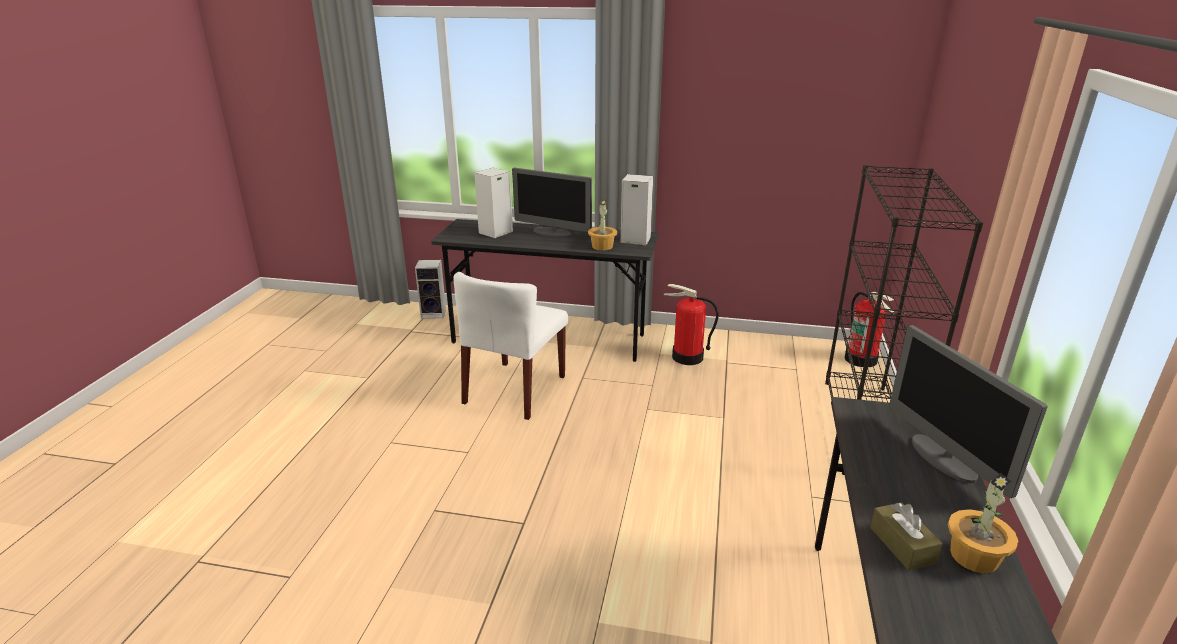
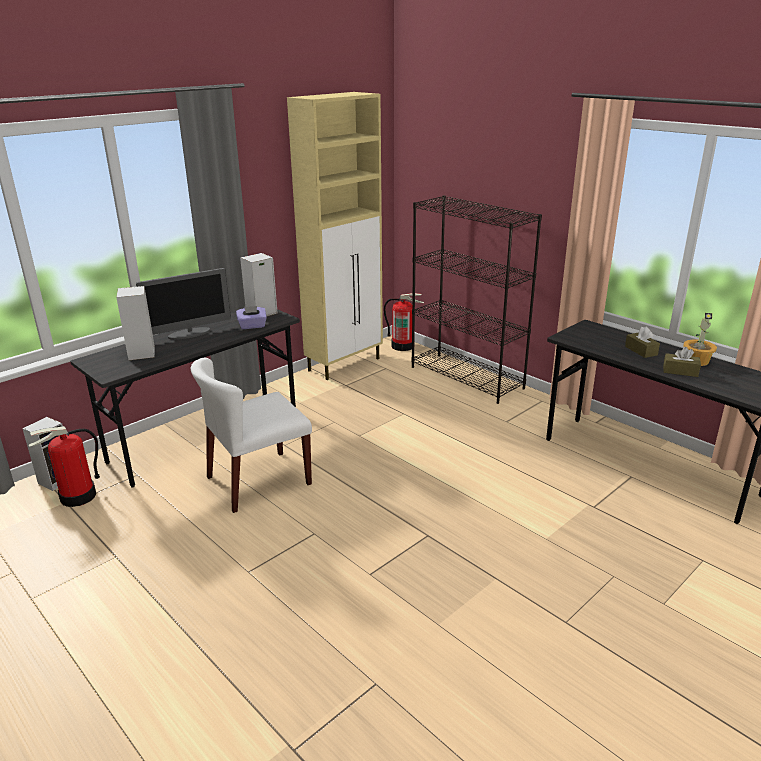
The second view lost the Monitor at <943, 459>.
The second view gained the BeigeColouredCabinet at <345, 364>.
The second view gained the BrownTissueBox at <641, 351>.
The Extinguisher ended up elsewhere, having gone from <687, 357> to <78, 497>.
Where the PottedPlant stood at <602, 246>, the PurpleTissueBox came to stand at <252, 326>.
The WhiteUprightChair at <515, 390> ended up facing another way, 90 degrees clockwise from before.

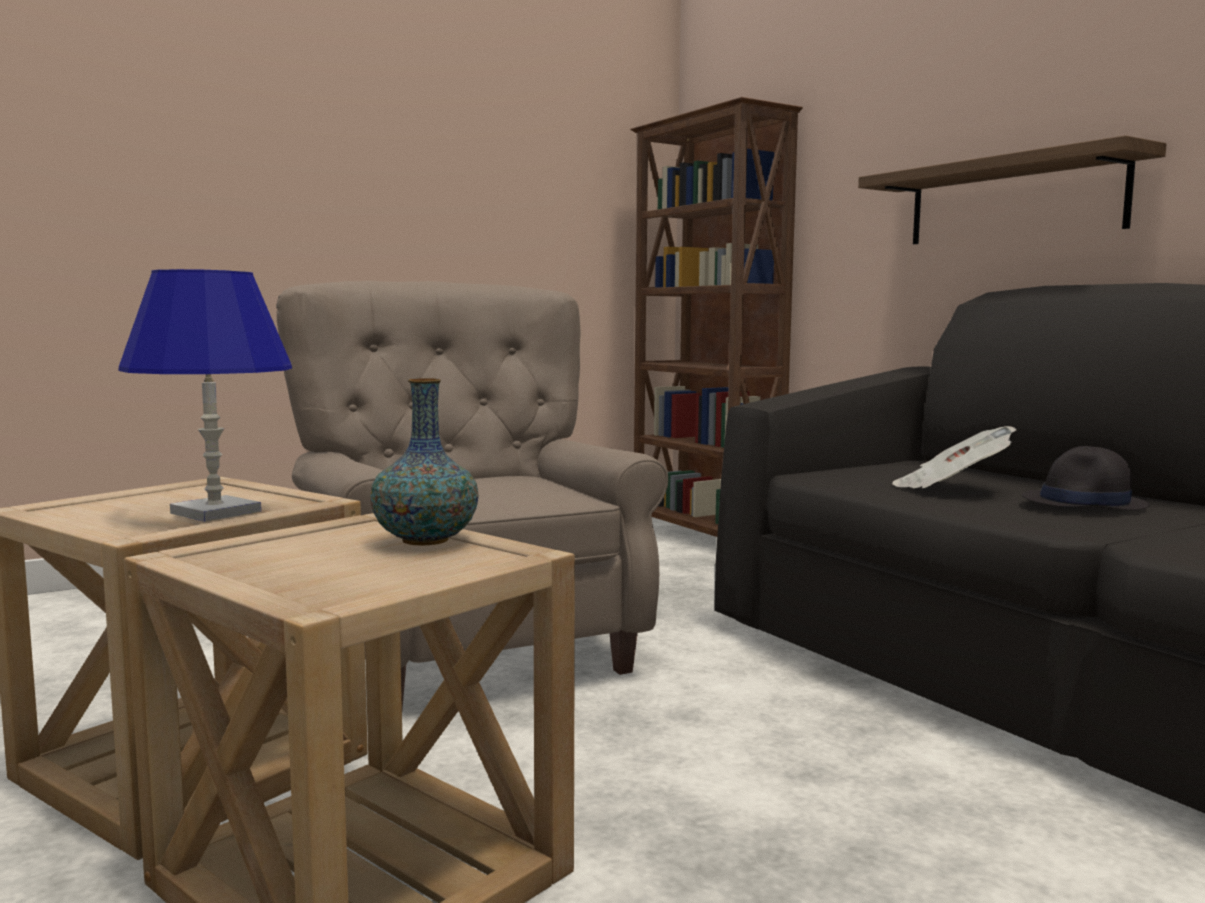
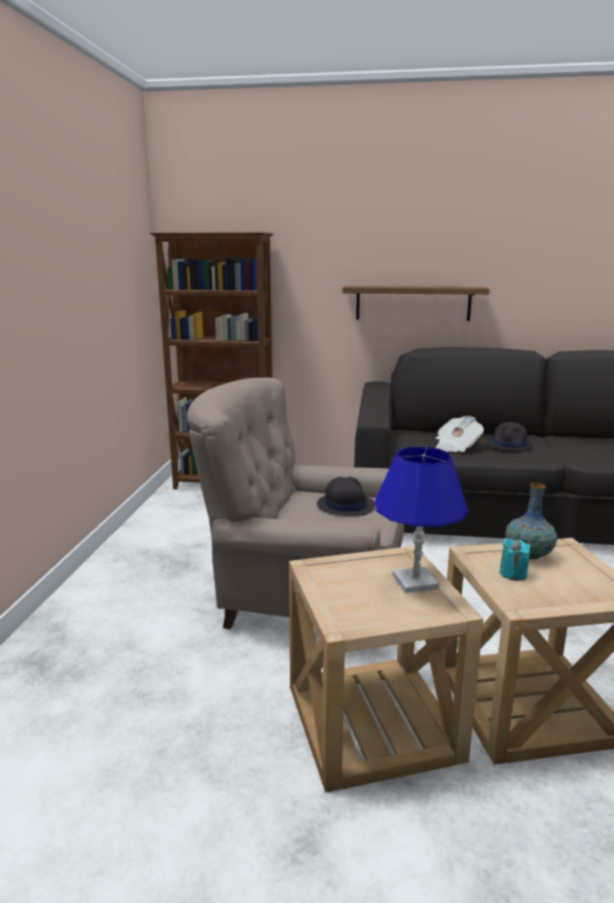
The second view gained the BlackWearableHat at <345, 505>.
The second view gained the TurquoiseColouredWaxCandle at <513, 574>.

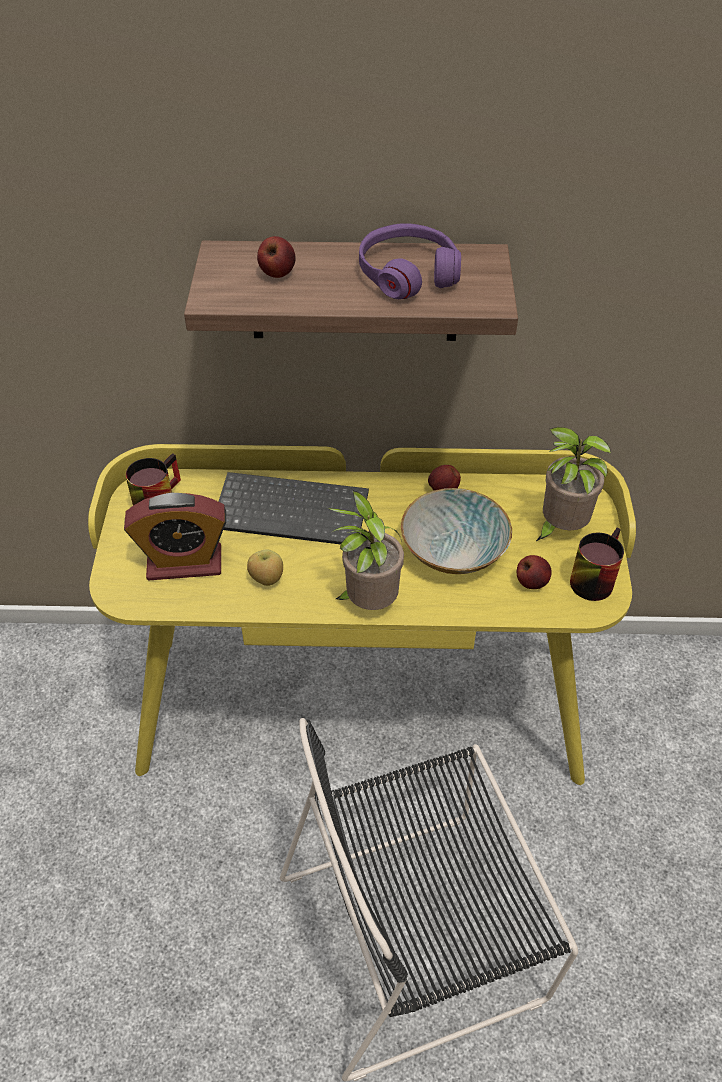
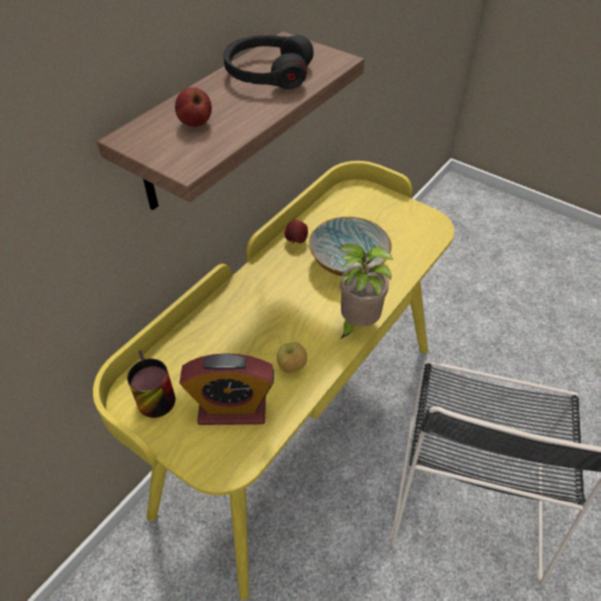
The second view lost the Keyboard at <293, 510>.
The second view lost the WholeApple at <531, 582>.
The second view lost the PottedPlant at <560, 528>.
The second view lost the TeaMug at <591, 576>.
What was the PurplePairOfHeadphones at <407, 273> turned into the BlackPairOfHeadphones at <268, 74>.
The TableClock at <184, 563> ended up facing another way, 60 degrees clockwise from before.

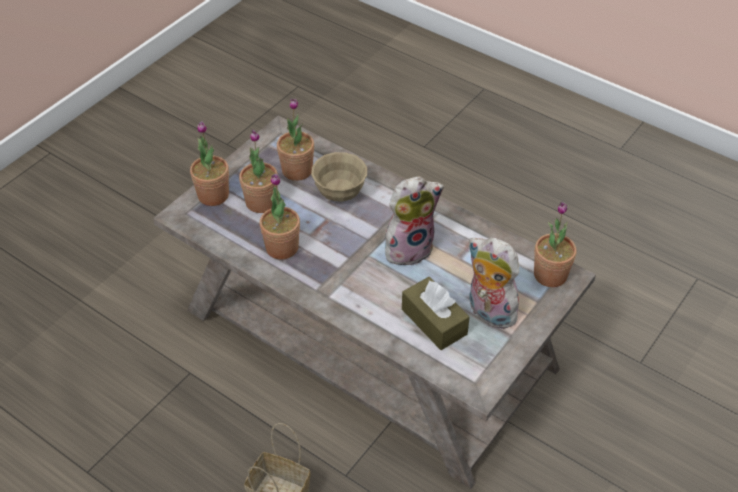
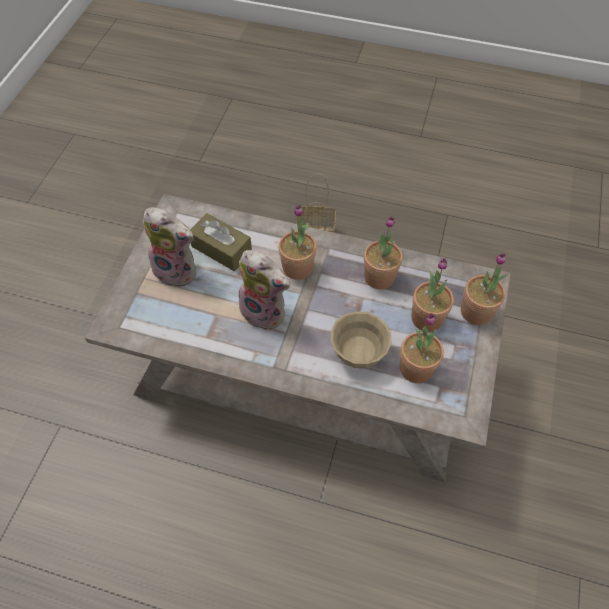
The PottedPlant ended up elsewhere, having gone from <550, 275> to <297, 267>.
The PlushToy at <409, 248> ended up facing another way, 105 degrees counterclockwise from before.

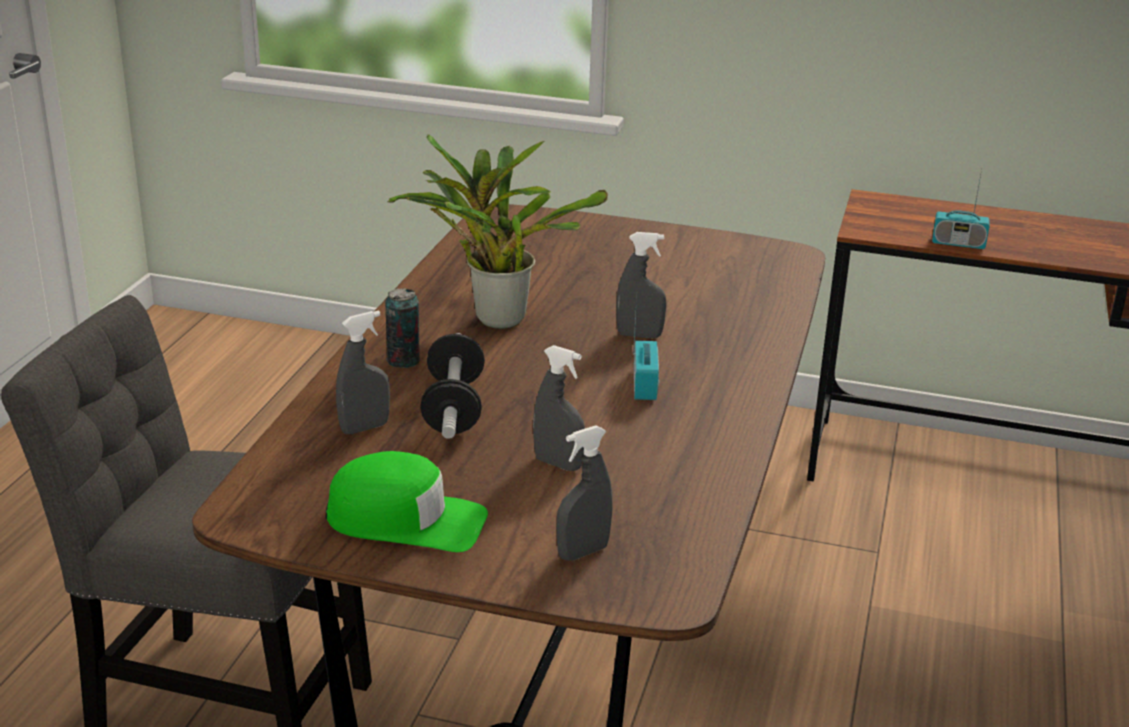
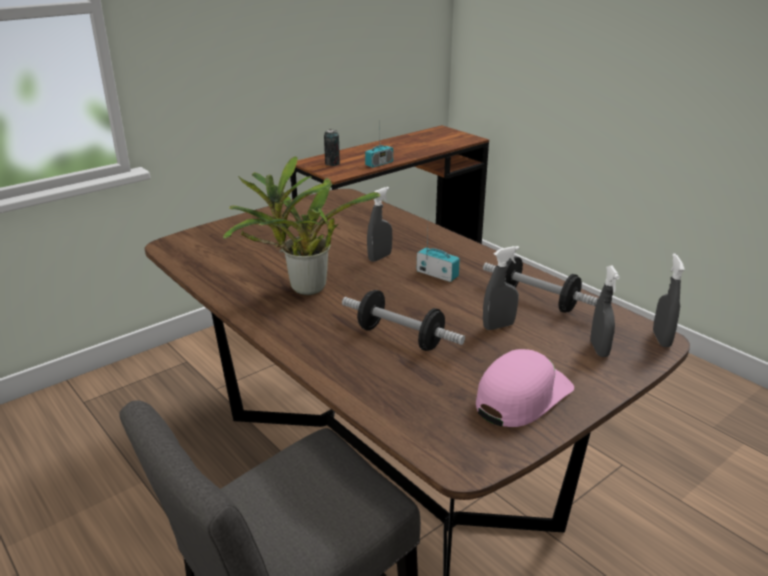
The second view gained the FreeWeight at <537, 301>.
The GreySprayBottle ended up elsewhere, having gone from <364, 428> to <661, 339>.
The Can ended up elsewhere, having gone from <403, 361> to <332, 164>.
What was the GreenBaseballCap at <406, 520> turned into the PinkishBaseballCap at <522, 396>.

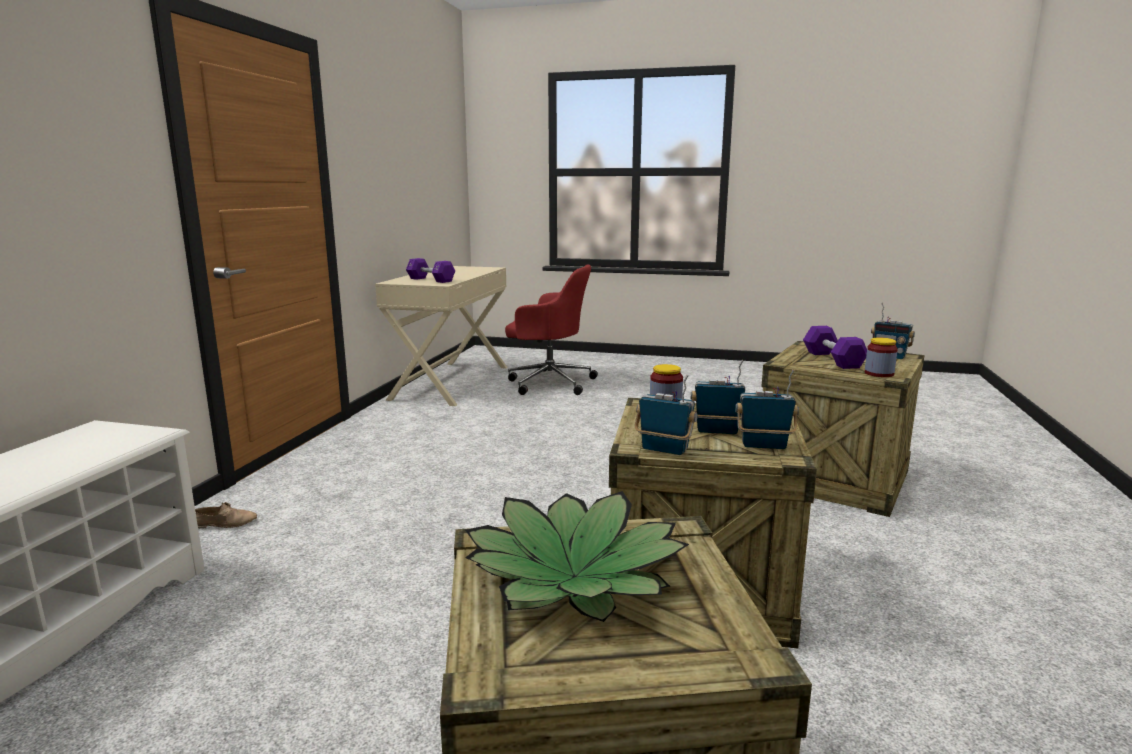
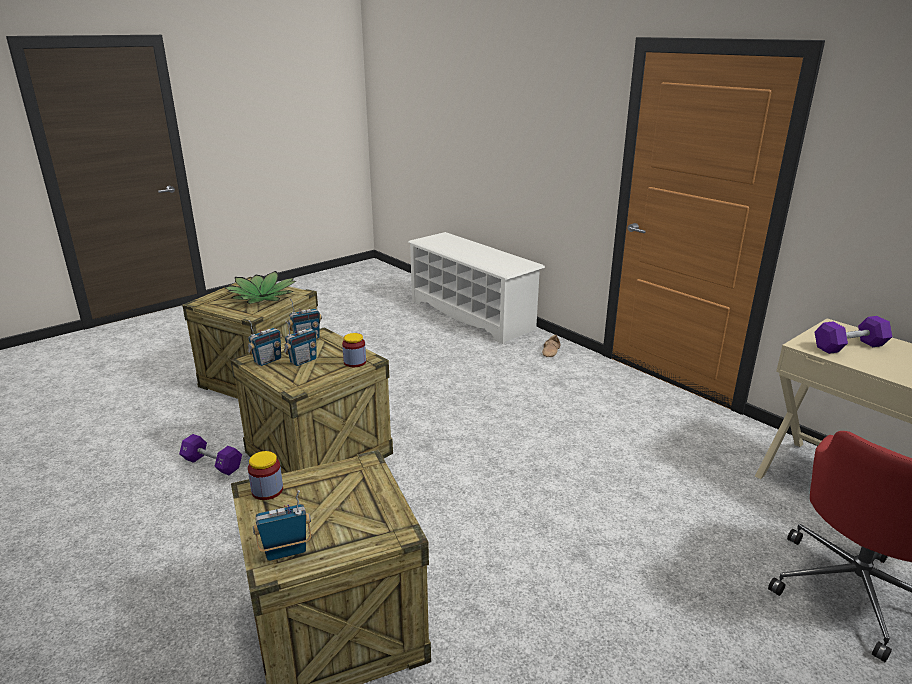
The PurpleFreeWeight ended up elsewhere, having gone from <833, 359> to <212, 464>.

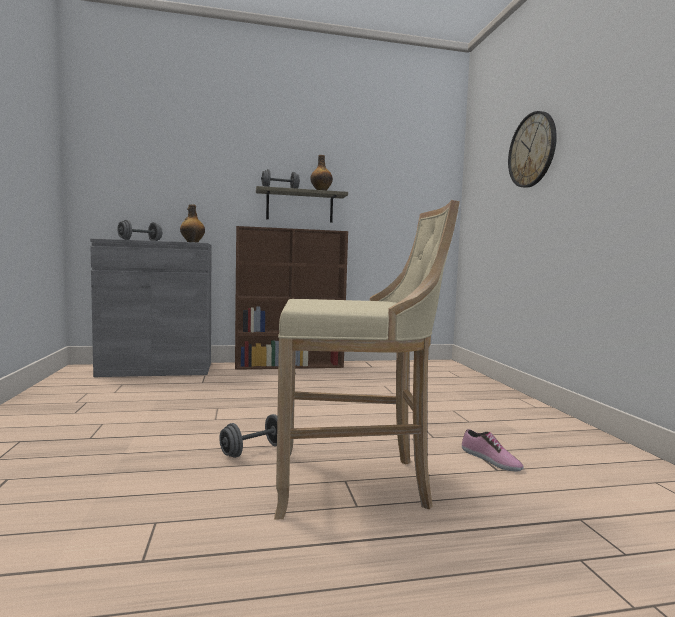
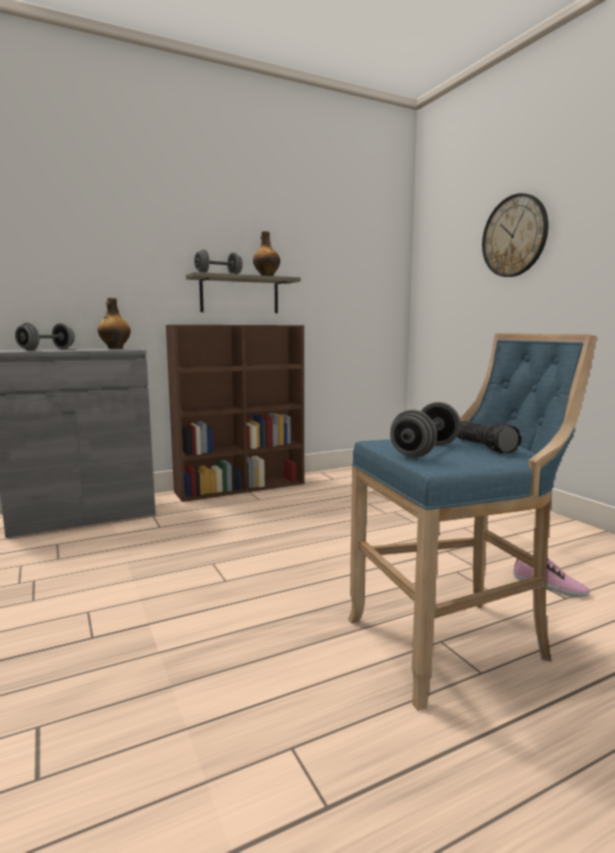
The second view gained the Torch at <484, 446>.
The GreyFreeWeight ended up elsewhere, having gone from <254, 450> to <425, 450>.
What was the BeigeColouredStoolSeat at <355, 483> turned into the BlueColouredStoolSeat at <454, 642>.

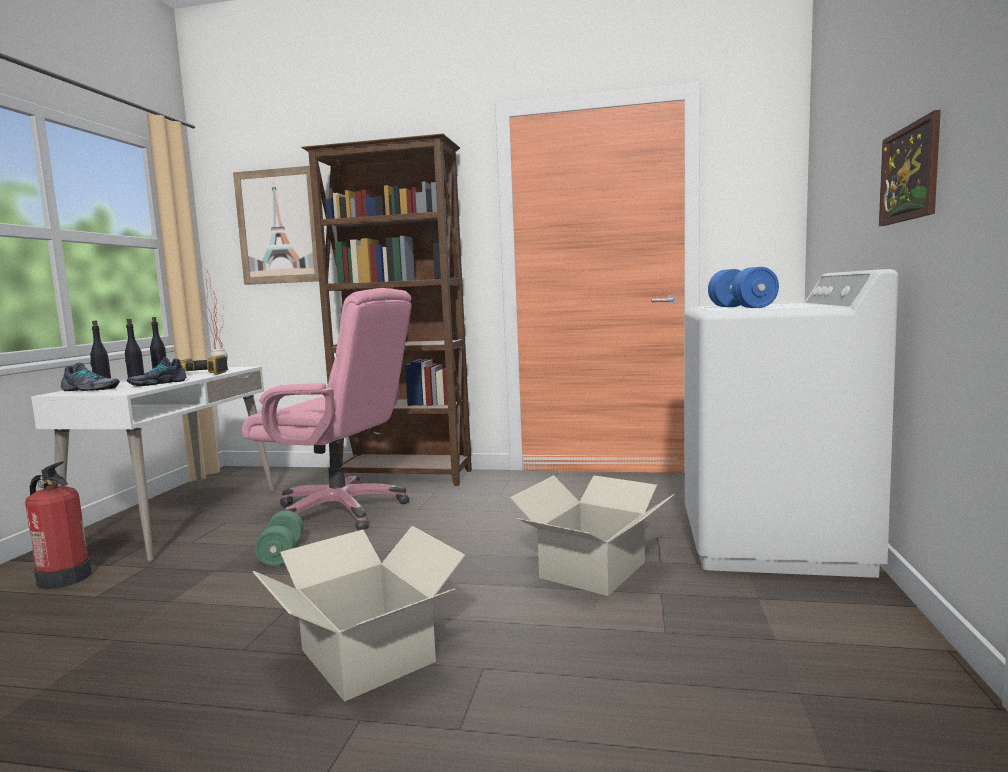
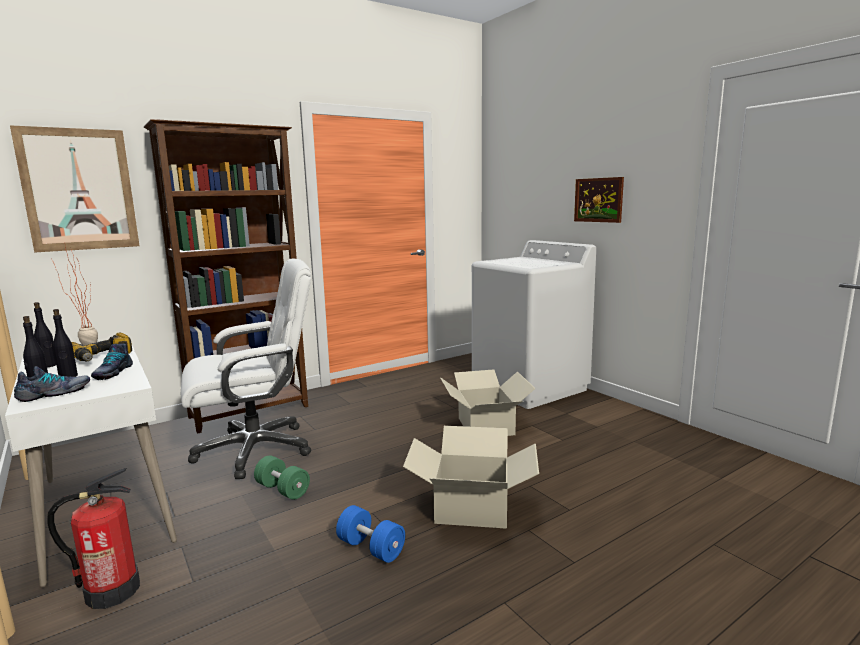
The BlueColouredFreeWeight ended up elsewhere, having gone from <741, 307> to <371, 548>.
What was the PinkishOfficeChair at <340, 511> turned into the WhiteOfficeChair at <256, 449>.

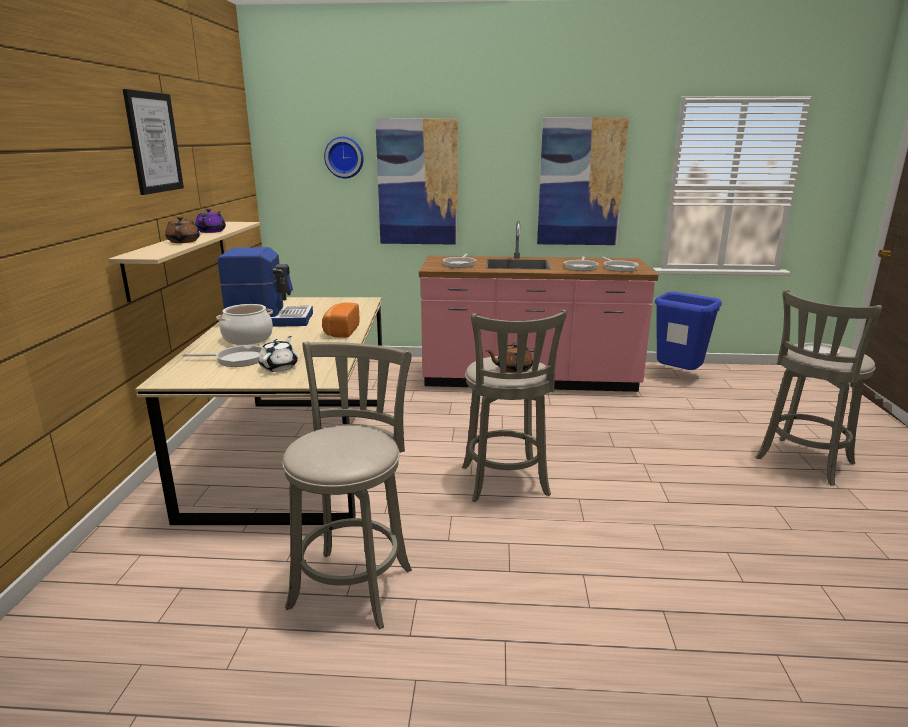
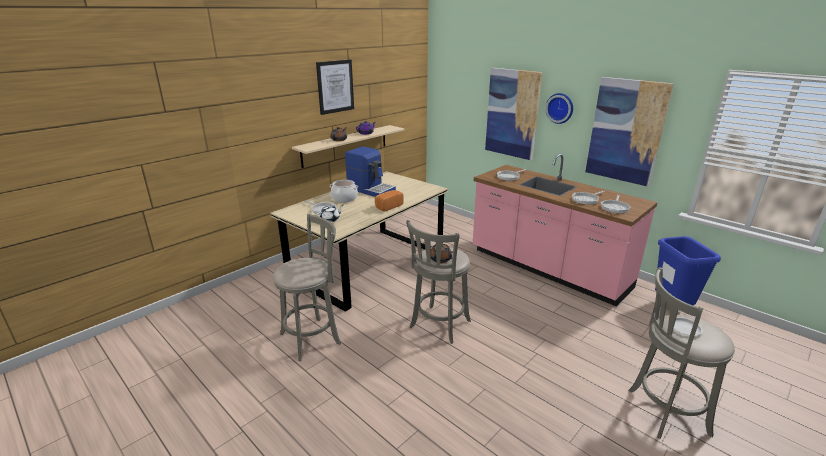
The ClockOnTheWall ended up elsewhere, having gone from <344, 157> to <560, 108>.

